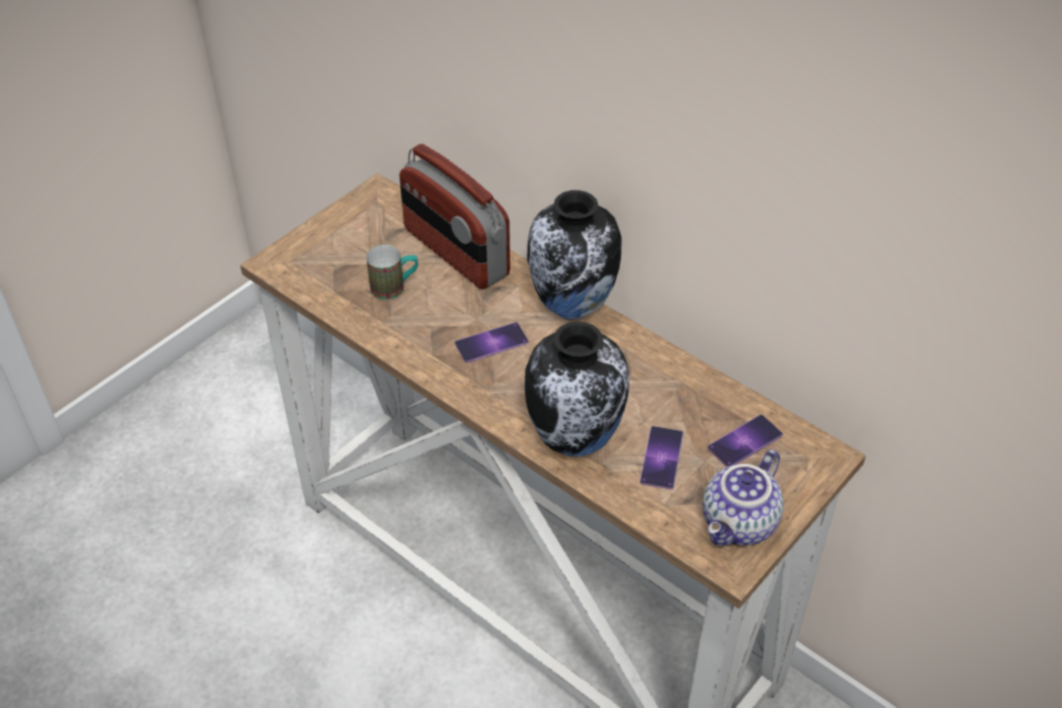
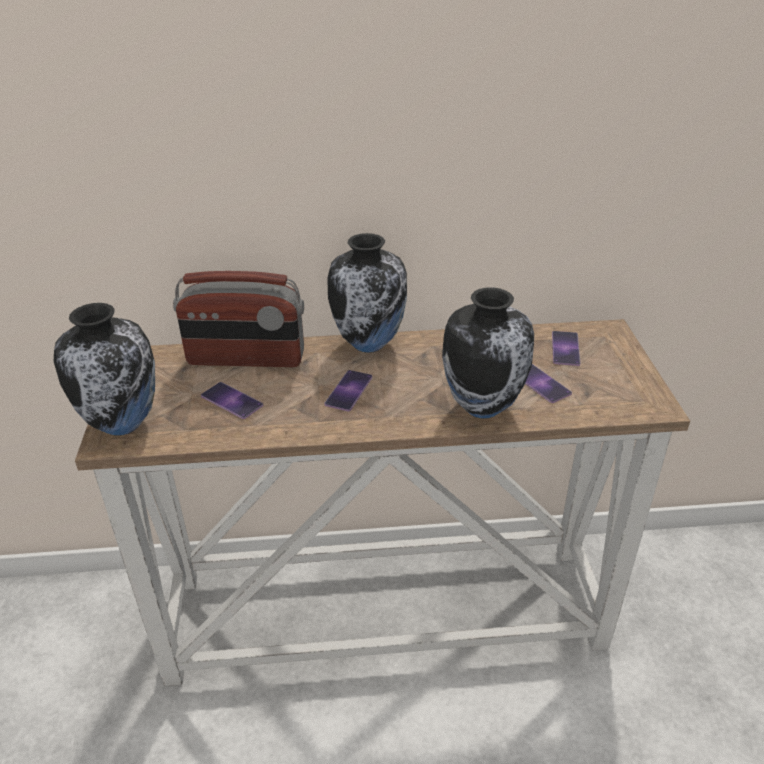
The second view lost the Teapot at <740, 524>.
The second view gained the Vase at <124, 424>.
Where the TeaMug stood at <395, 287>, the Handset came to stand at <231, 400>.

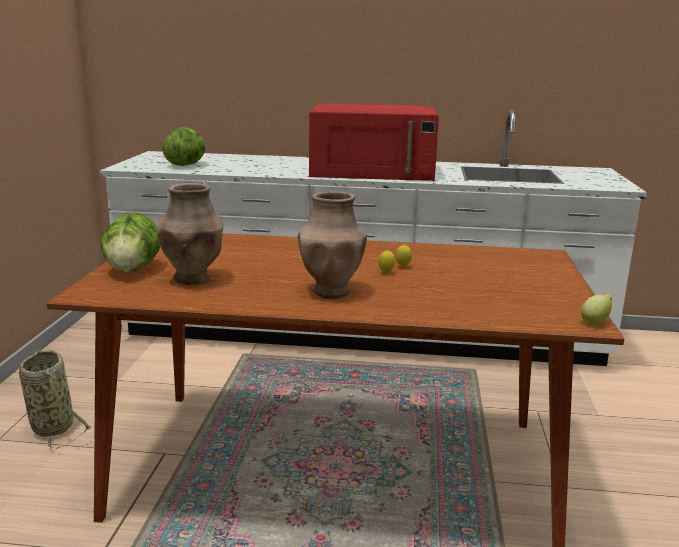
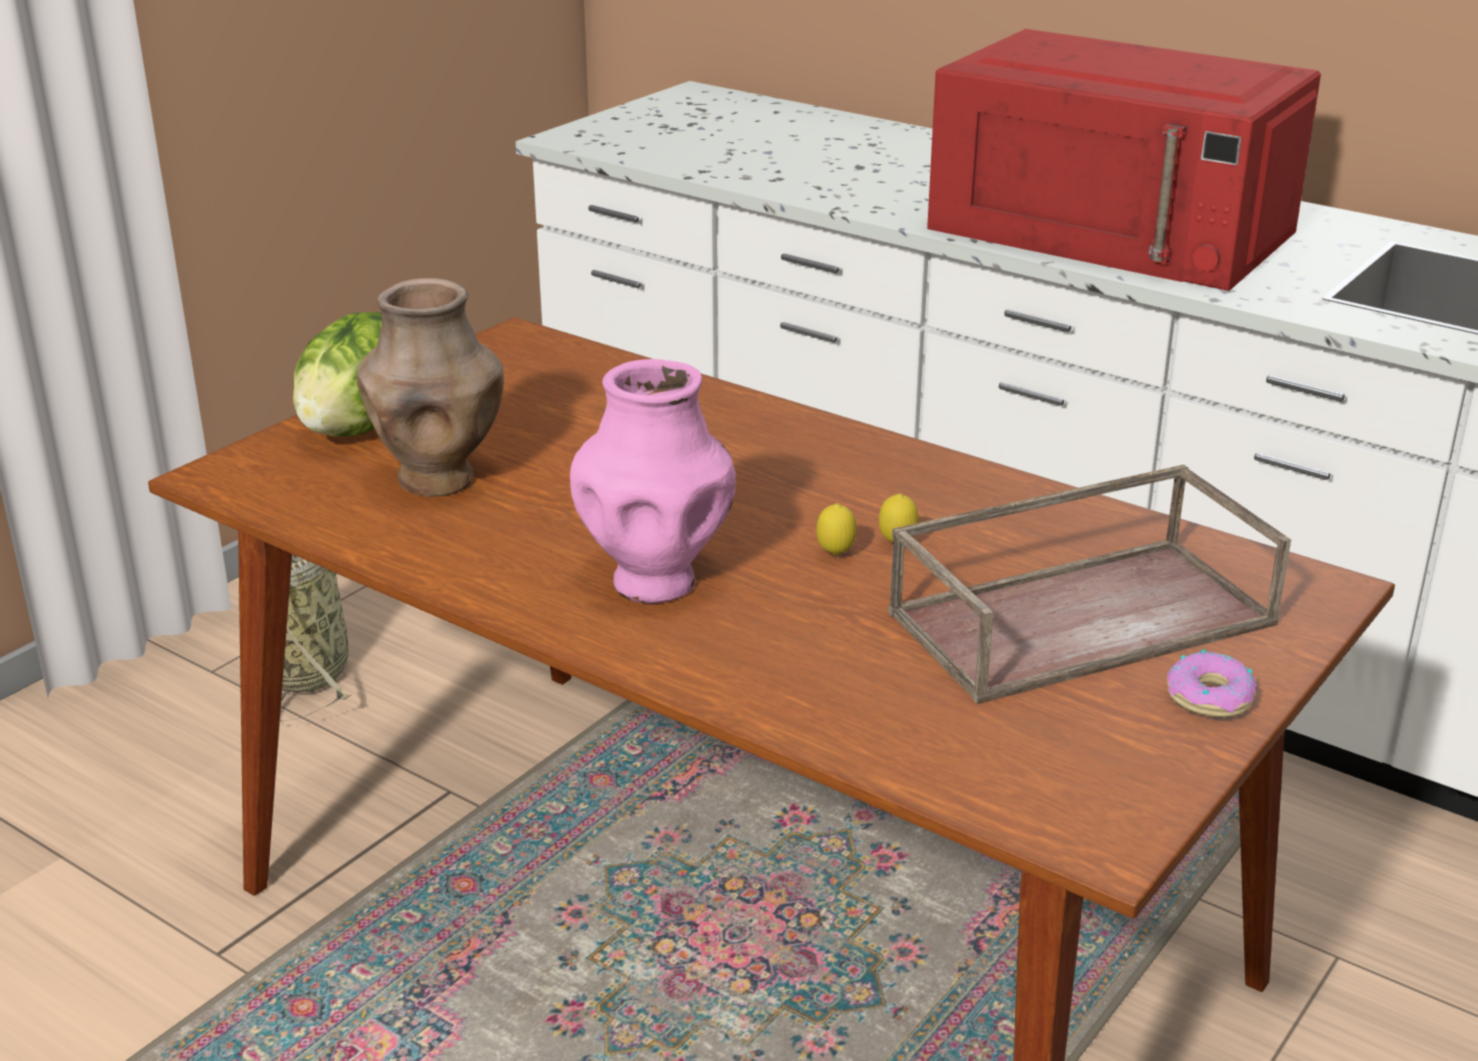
The second view lost the LettuceHead at <186, 165>.
The second view lost the WholeLemon at <595, 322>.
The second view gained the BrownTray at <1083, 616>.
The second view gained the RingDoughnut at <1210, 697>.
What was the BrownVase at <331, 291> turned into the PinkishVase at <655, 581>.

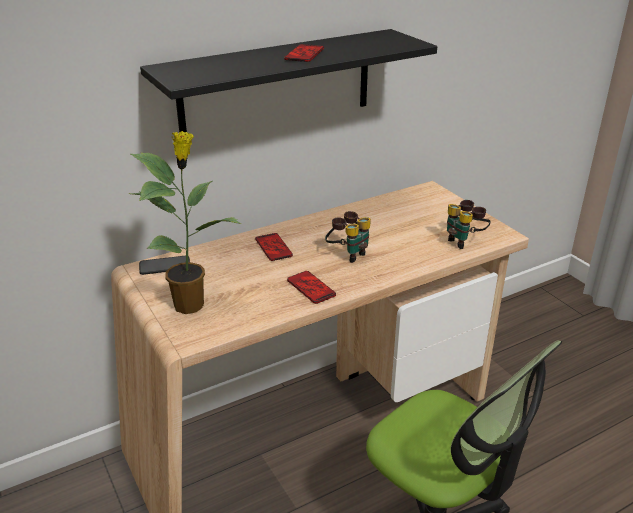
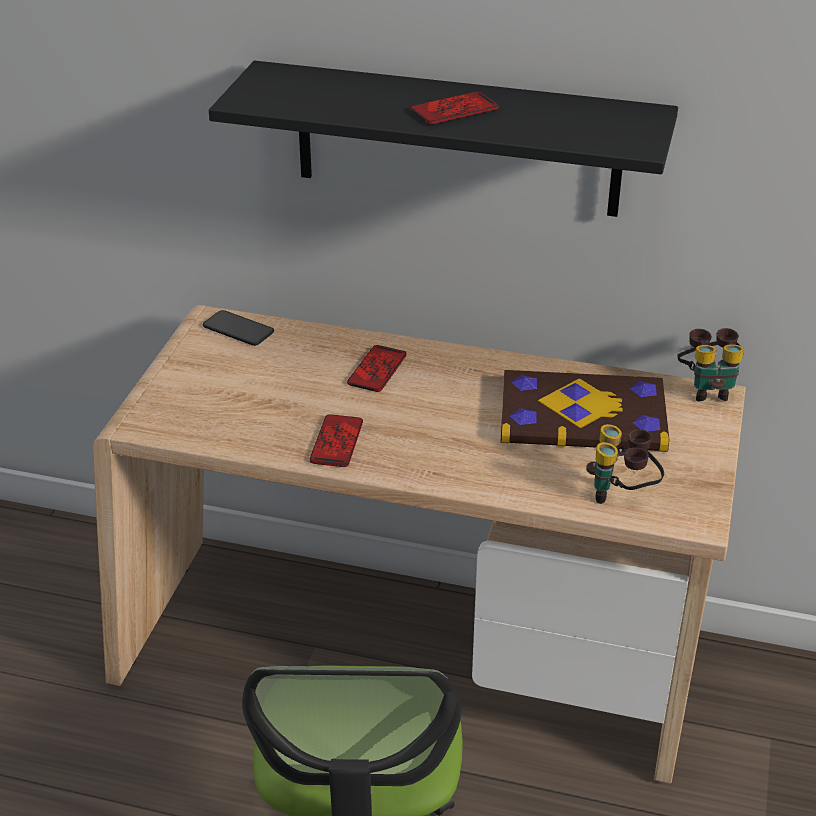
The second view lost the PottedPlant at <191, 304>.
The second view gained the Book at <582, 414>.
The PairOfBinoculars ended up elsewhere, having gone from <348, 254> to <707, 389>.

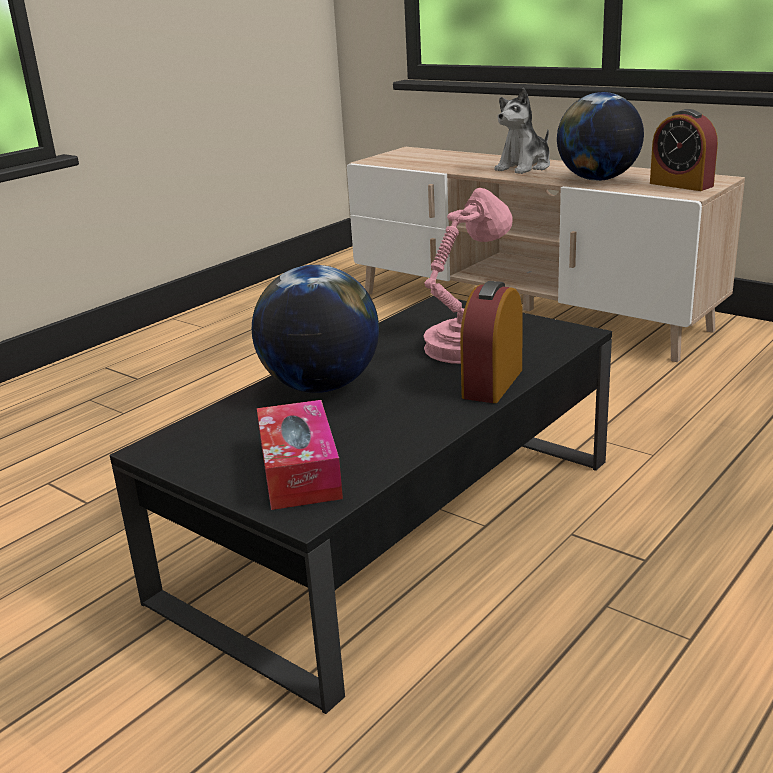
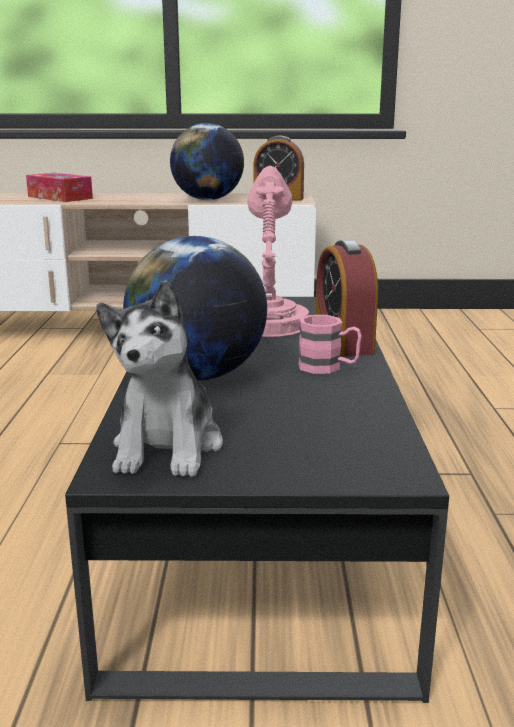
The second view gained the PinkishTeaMug at <328, 367>.
The TissueBox ended up elsewhere, having gone from <299, 471> to <60, 197>.
The PlushToy ended up elsewhere, having gone from <524, 167> to <168, 447>.

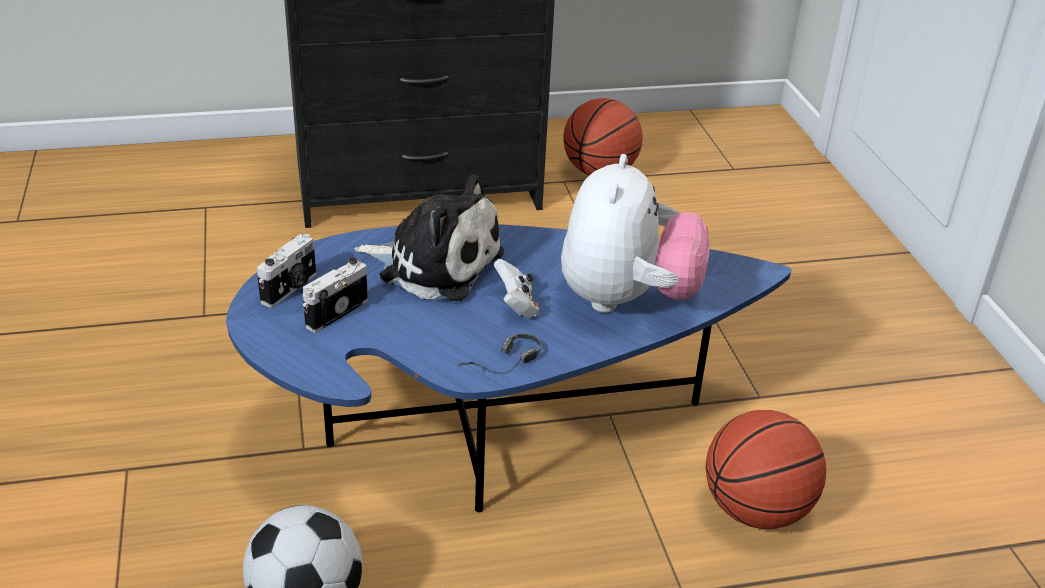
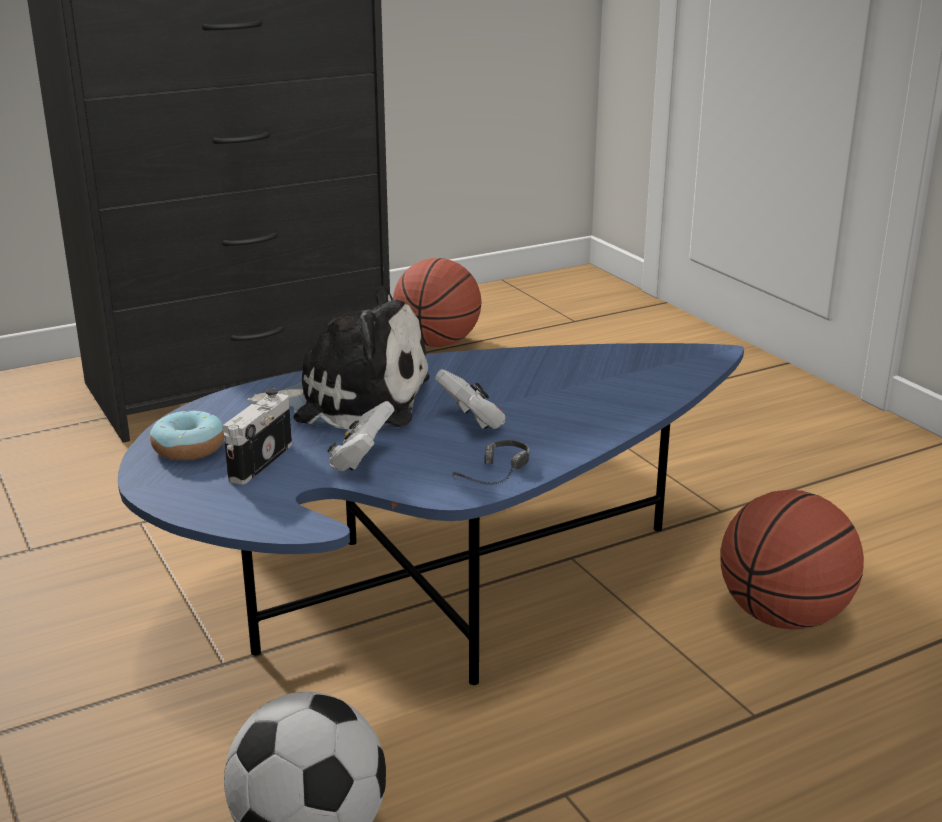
The second view lost the PlushToy at <626, 300>.
The second view gained the WhiteGameController at <361, 460>.
Where the PhotoCamera stood at <291, 288>, the RingDoughnut came to stand at <189, 448>.

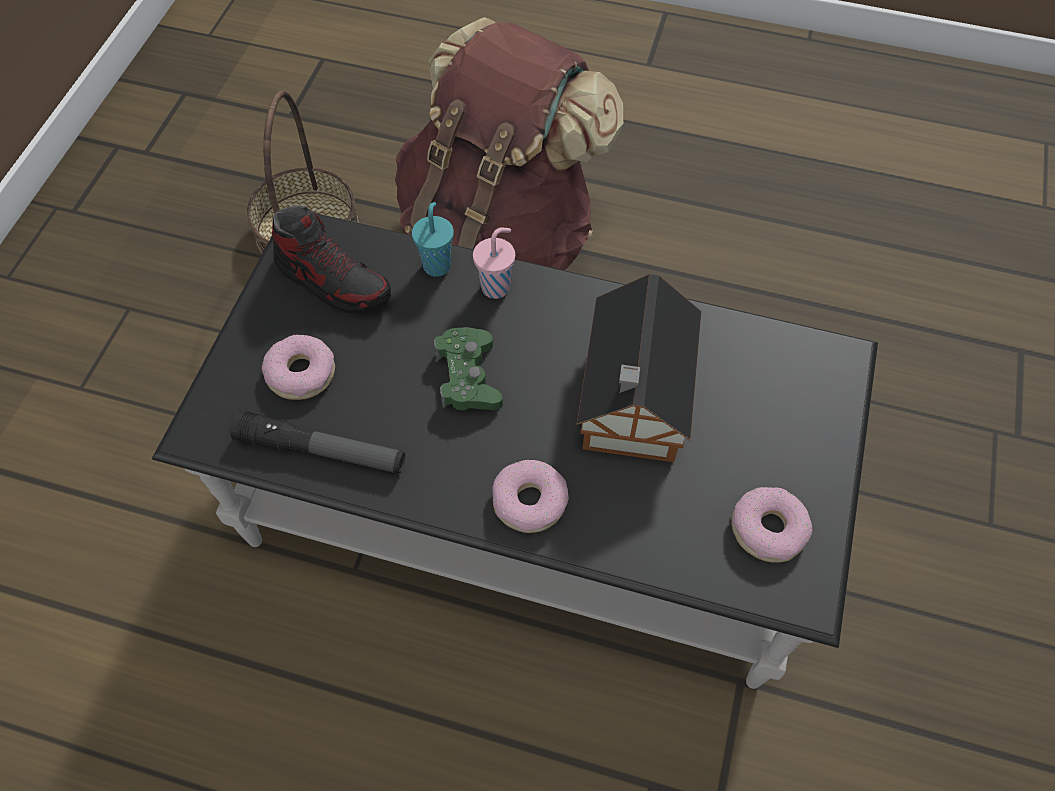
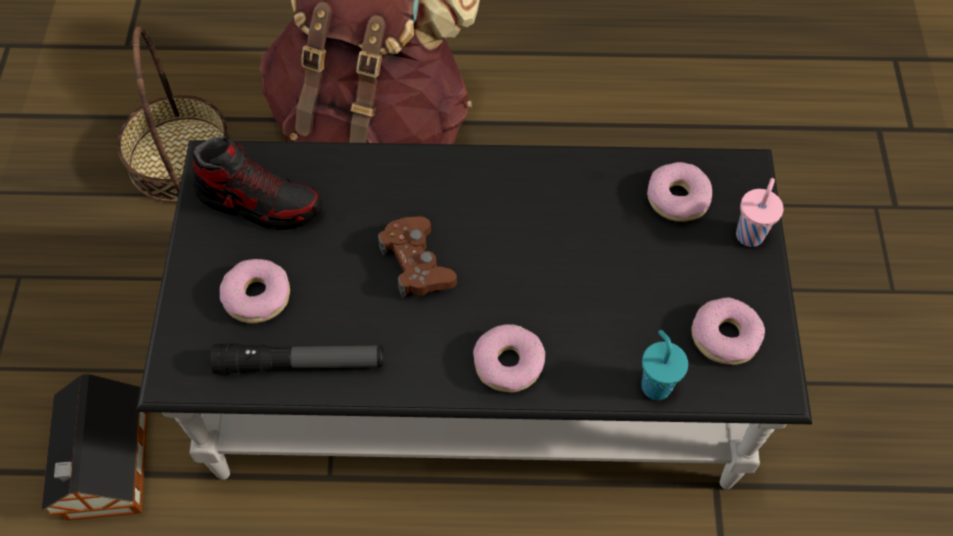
The second view gained the RingDoughnut at <678, 198>.
The TurquoiseColouredSmallCup ended up elsewhere, having gone from <437, 264> to <655, 384>.
The PinkishSmallCup ended up elsewhere, having gone from <497, 286> to <750, 234>.
The ModelHouse ended up elsewhere, having gone from <632, 402> to <106, 469>.
What was the GreenGameController at <468, 377> turned into the BrownGameController at <417, 263>.

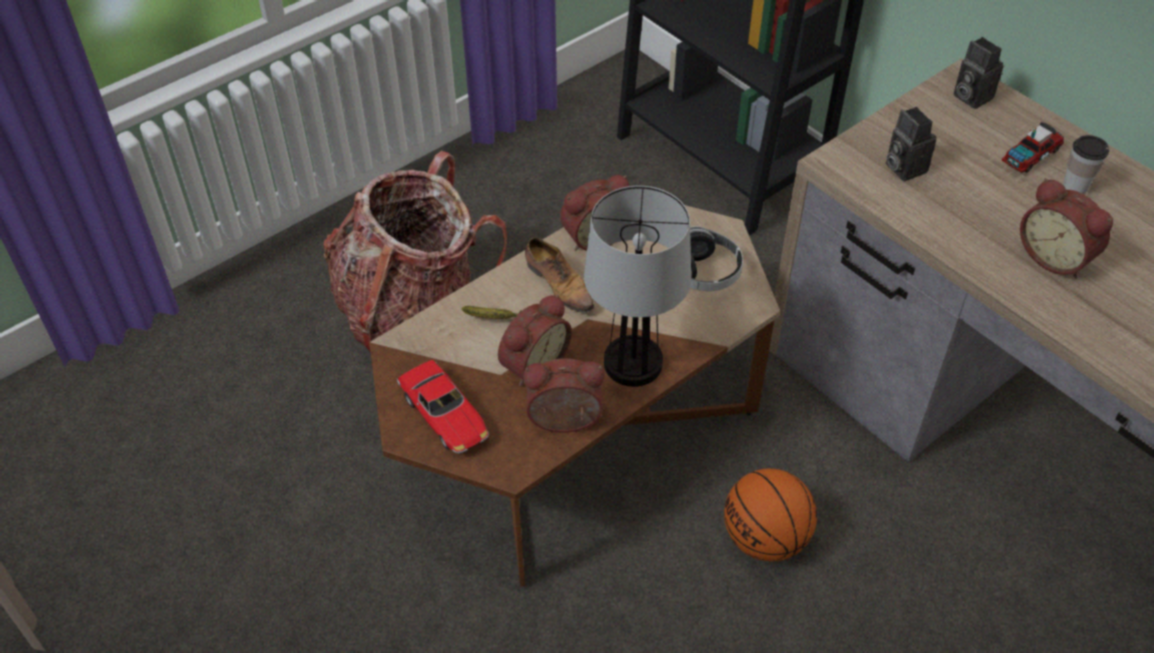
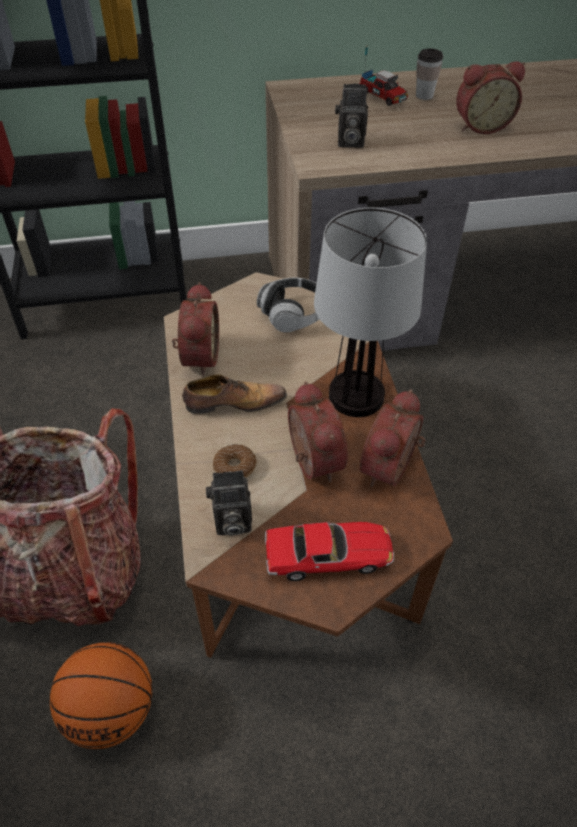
The Basketball ended up elsewhere, having gone from <765, 538> to <111, 710>.
The PhotoCamera ended up elsewhere, having gone from <969, 96> to <231, 522>.
Where the WholeBanana stood at <492, 318>, the RingDoughnut came to stand at <235, 467>.
The ToyTruck at <1031, 156> ended up facing another way, 150 degrees clockwise from before.

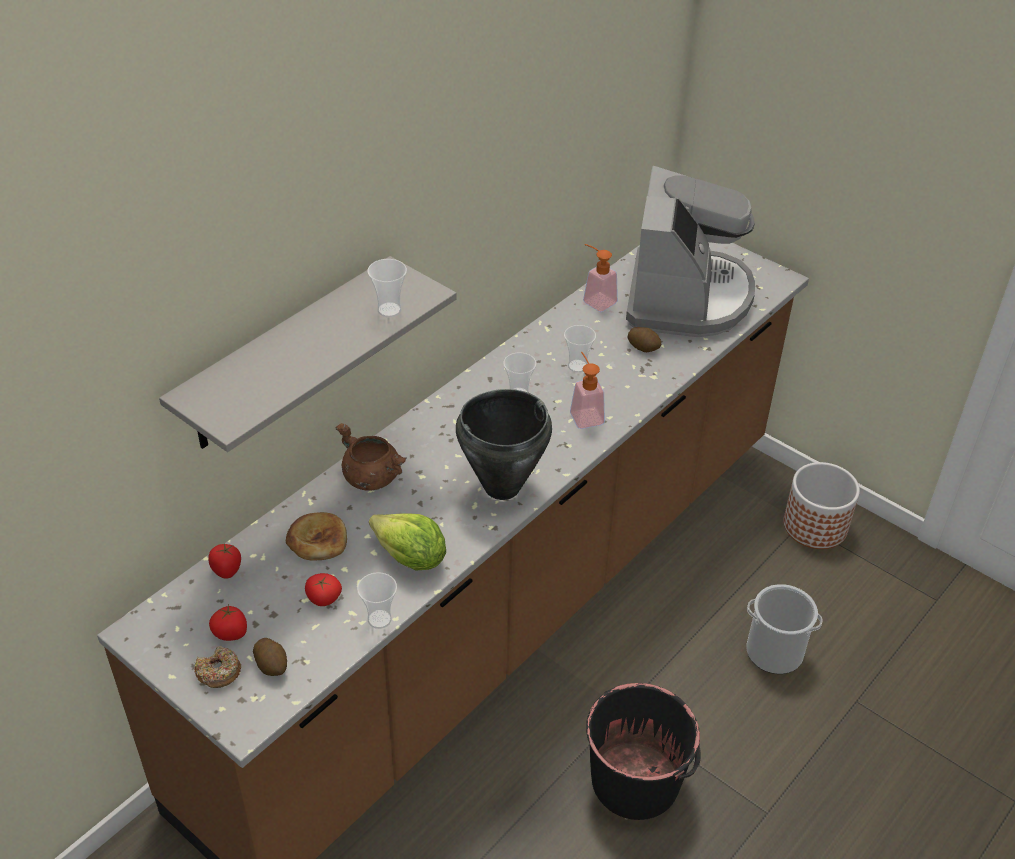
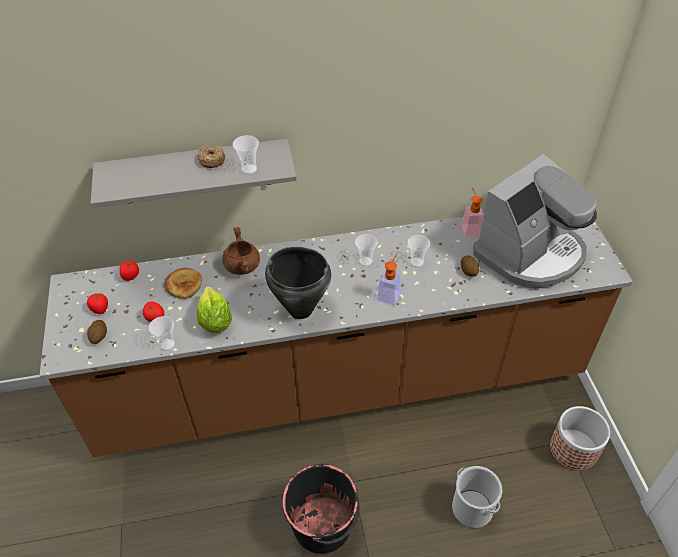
The RingDoughnut ended up elsewhere, having gone from <218, 672> to <211, 160>.

